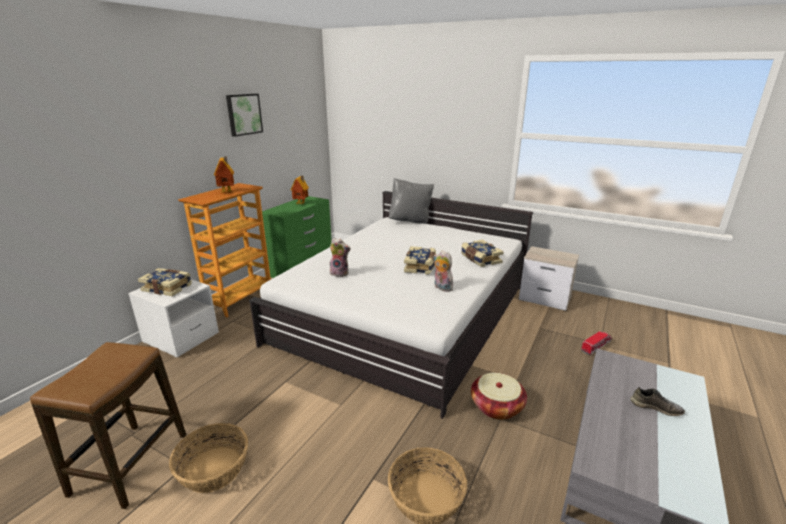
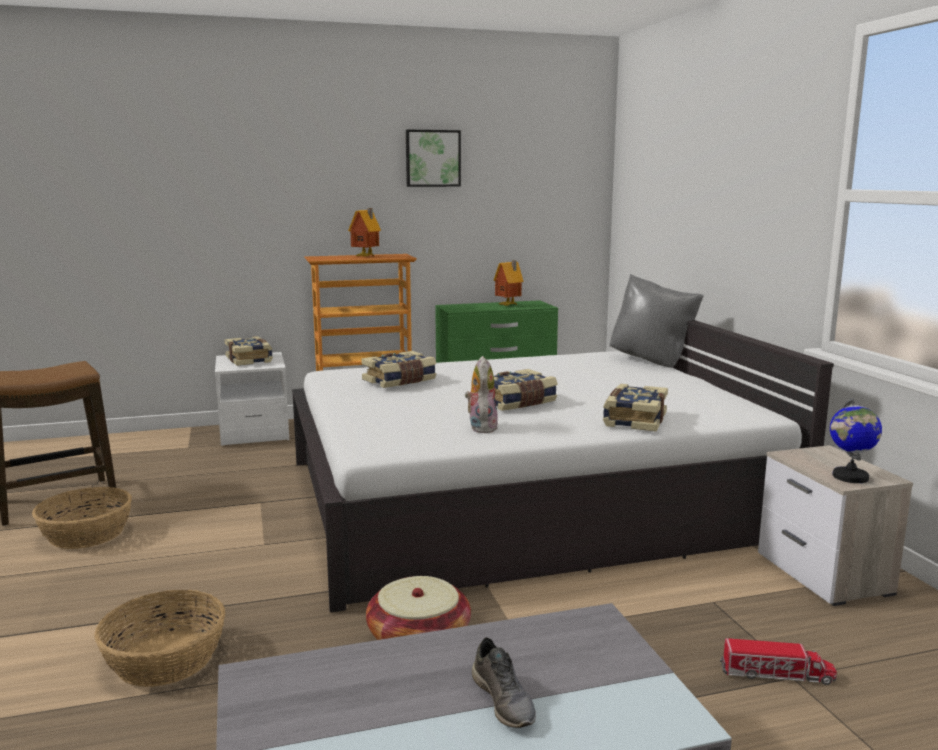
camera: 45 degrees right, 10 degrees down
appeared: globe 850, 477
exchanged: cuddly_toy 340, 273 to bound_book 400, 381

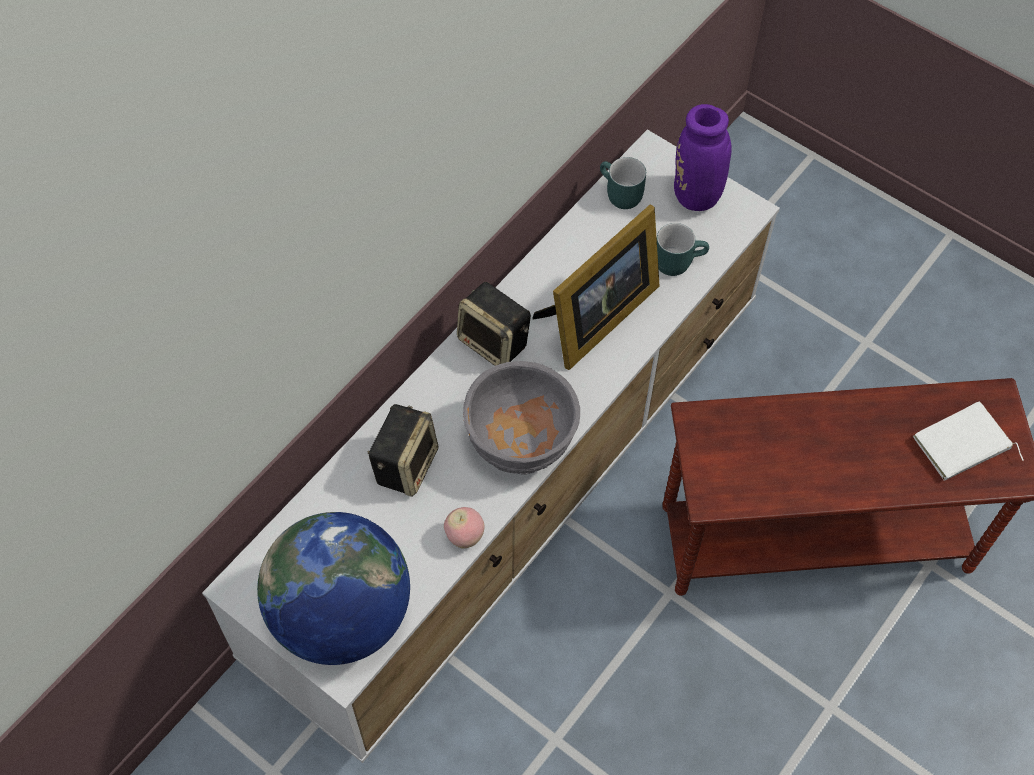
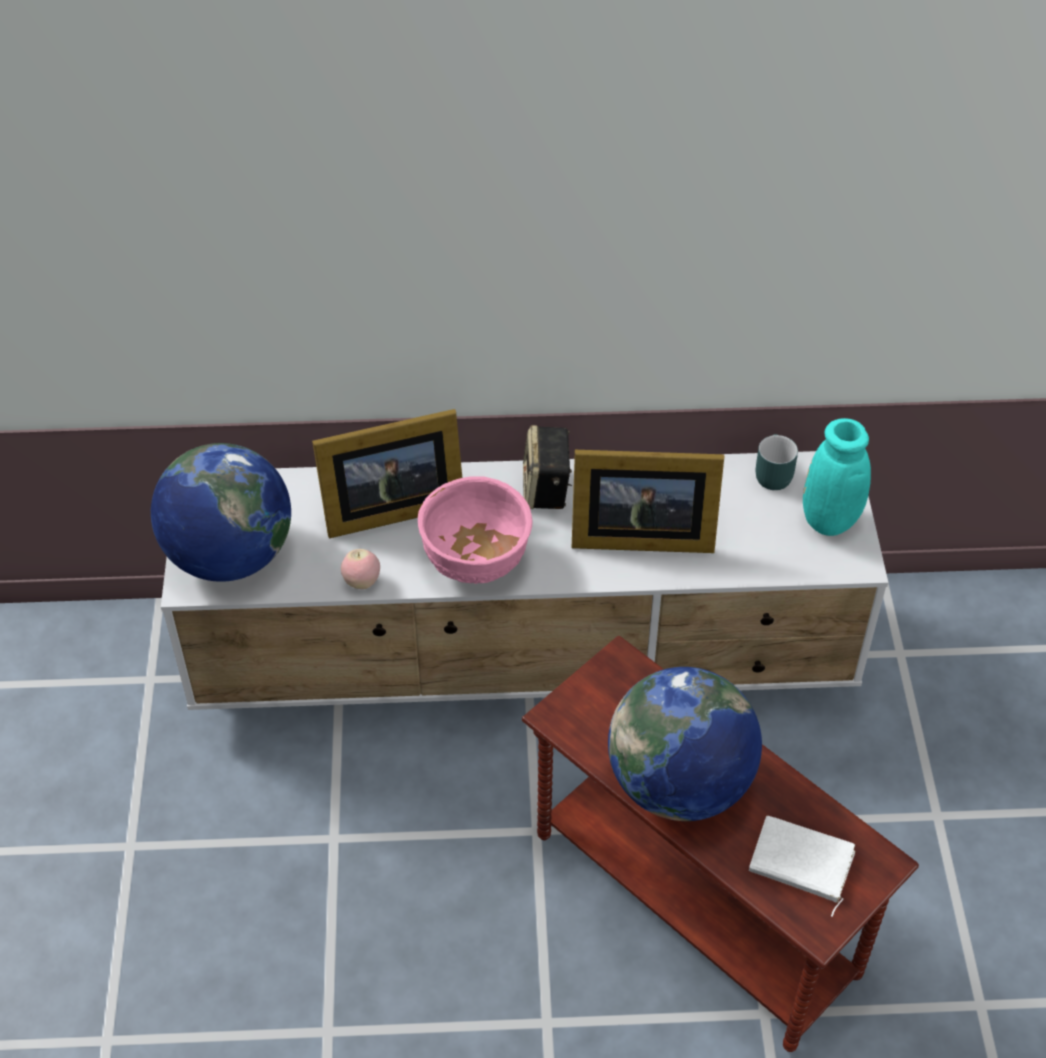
camera: 50 degrees right, 10 degrees down
missing: turquoise-coloured_mug 677, 260
appeared: globe 679, 784
exchanged: audio_speaker 405, 464 to photo_frame 387, 508
colour: gray_deep_dish 521, 443 to pink-coloured_deep_dish 476, 563; purplish_decorative_vase 698, 200 to turquoise-coloured_decorative_vase 827, 525

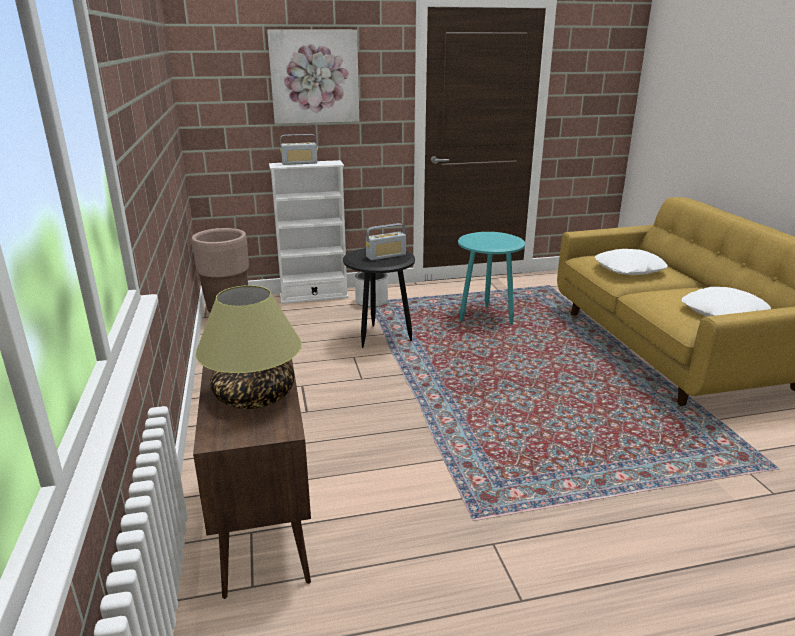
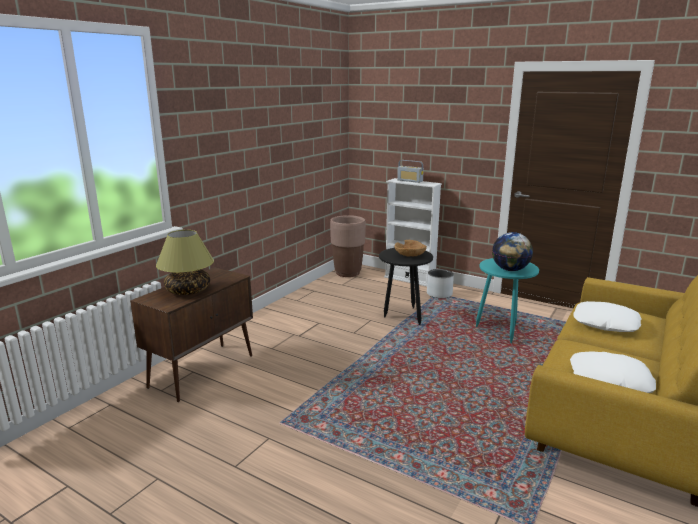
camera: 45 degrees right, 5 degrees down
missing: wall_picture 314, 77
appeared: globe 510, 270
exchanged: radio_set 386, 256 to brownish_deep_dish 410, 255

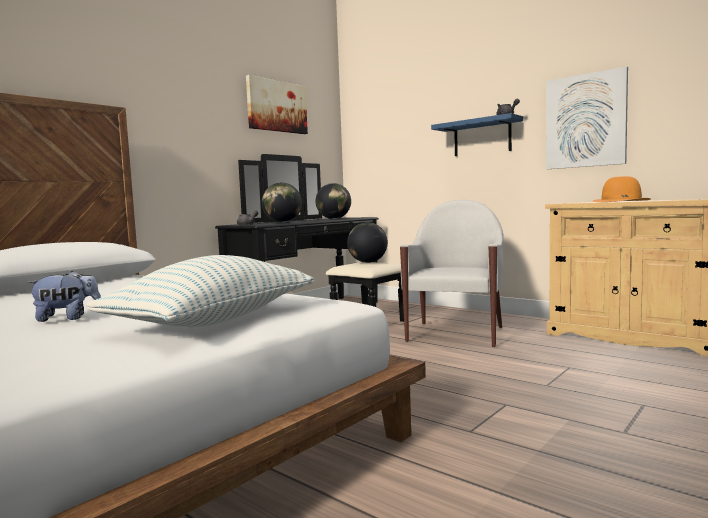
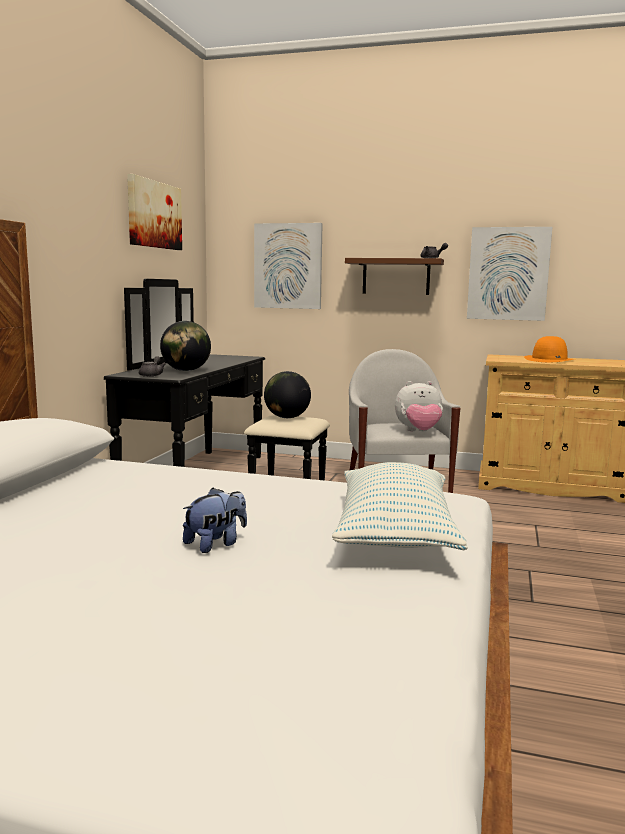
camera: 25 degrees left, 5 degrees up
missing: globe 334, 219
appeared: wall_picture 288, 266; cuddly_toy 418, 432
colour: blue-coloured_wall_shelf 482, 137 to brownish_wall_shelf 396, 276

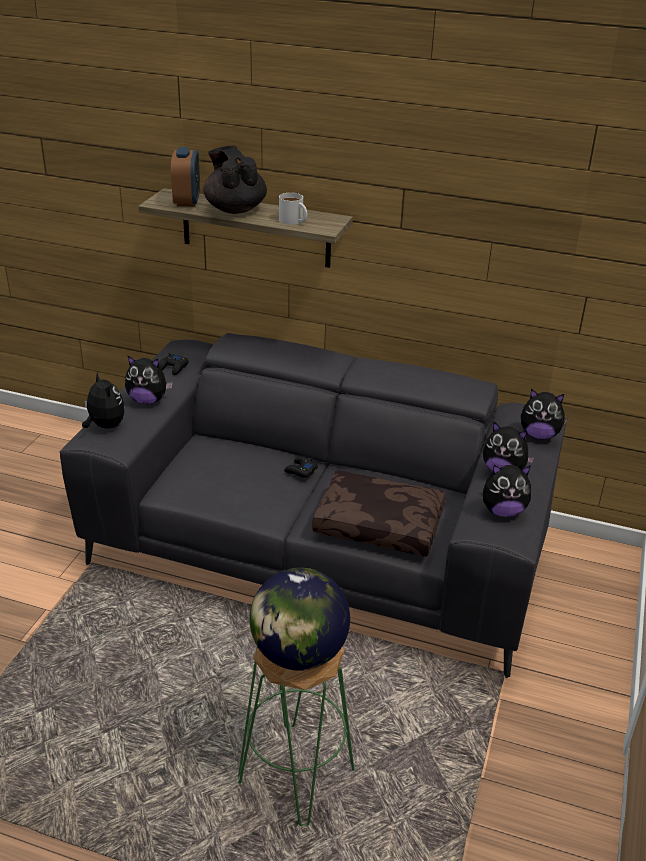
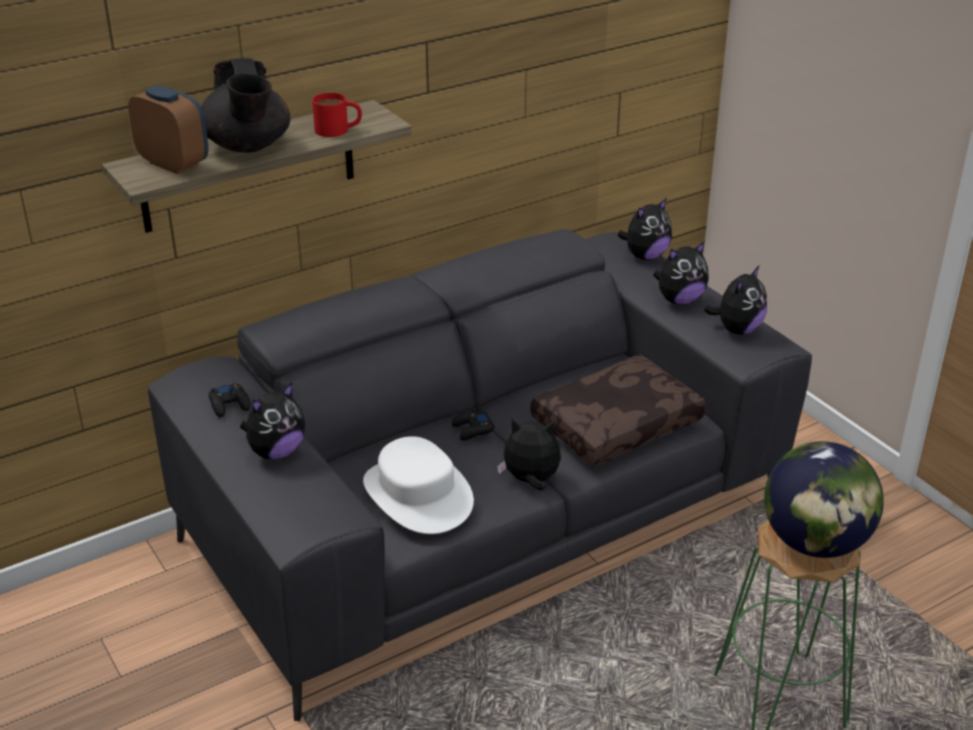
camera: 50 degrees left, 0 degrees up
appeared: whitish_wearable_hat 417, 495
relocated: cuddly_toy 105, 426 to 531, 481
colour: whitish_mug 294, 221 to reddish_mug 338, 130
spun: black-coloured_teapot 235, 209 = 247, 147 120 degrees counterclockwise

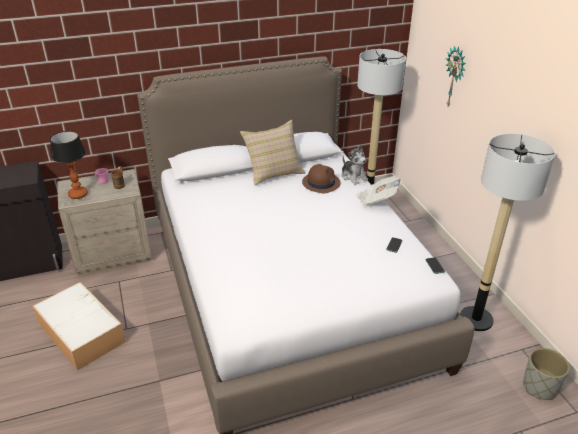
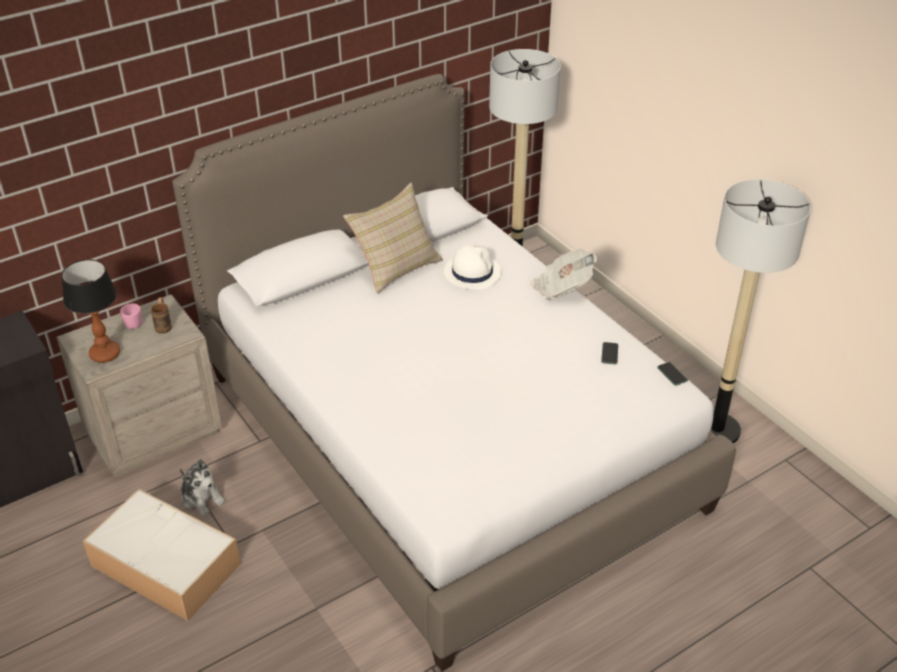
camera: 15 degrees left, 5 degrees up
missing: wall_clock 455, 77; gray_plant_pot 539, 387
relocated: cuddly_toy 353, 176 to 202, 498
colour: brownish_wearable_hat 321, 182 to whitish_wearable_hat 472, 272

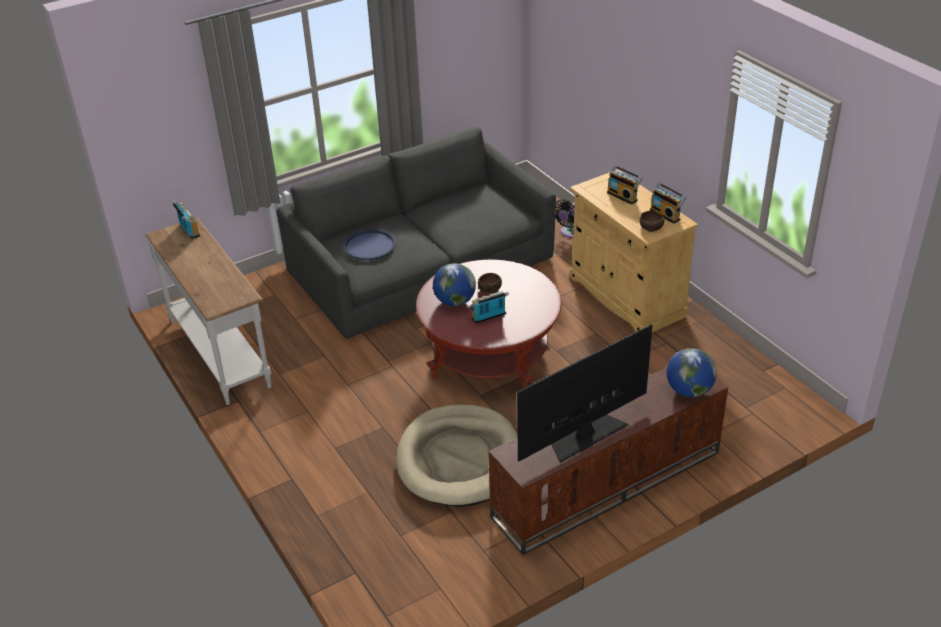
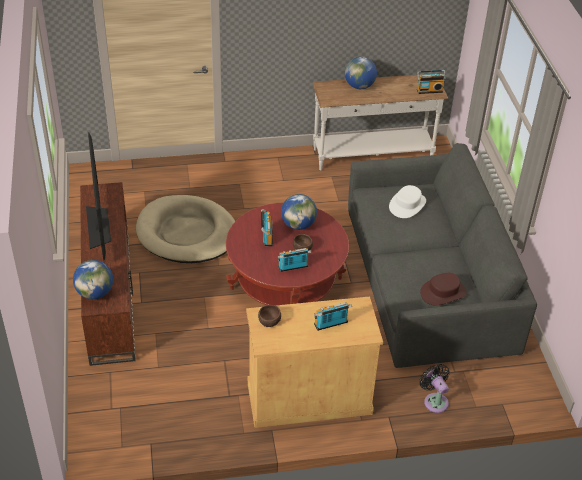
camera: 110 degrees right, 5 degrees up
appeared: globe 359, 86; brownish_wearable_hat 443, 292
relocated: radio_set 666, 214 to 293, 267
exchanged: blue-coloured_carrying_tray 369, 245 to whitish_wearable_hat 407, 205

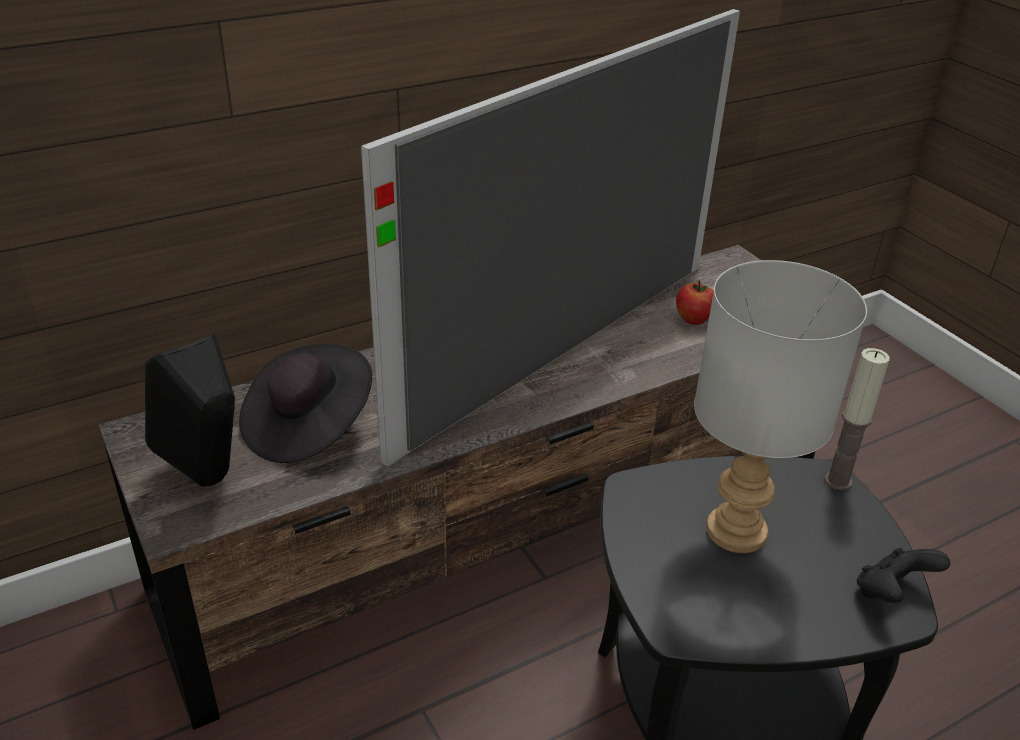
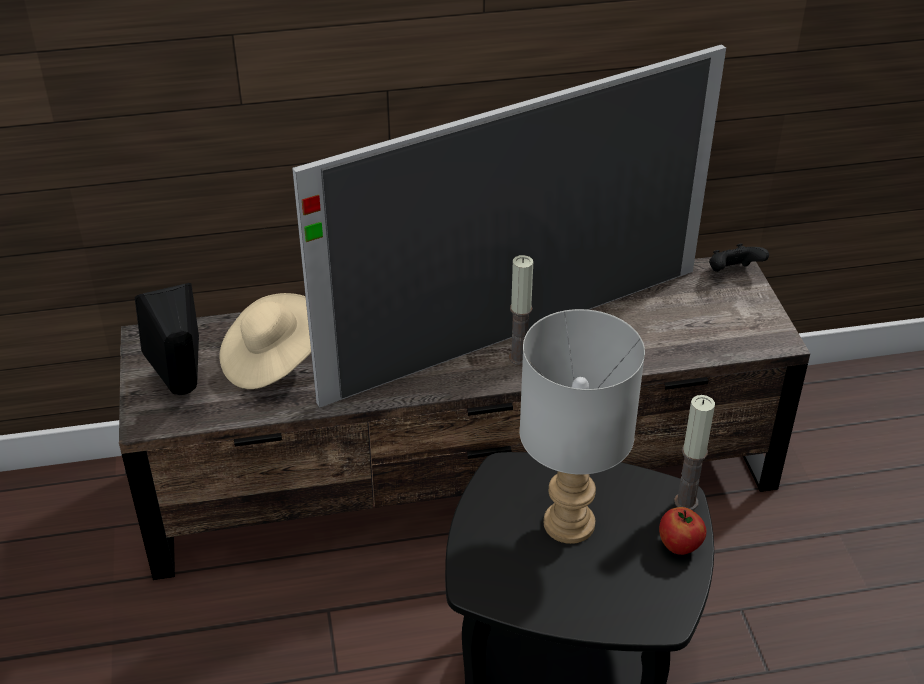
camera: 20 degrees right, 5 degrees up
appeared: wax_light 519, 357
relocated: apple 693, 320 to 679, 546; black-coloured_gamepad 891, 593 to 733, 273
colour: black-coloured_wearable_hat 307, 427 to beige_wearable_hat 273, 361

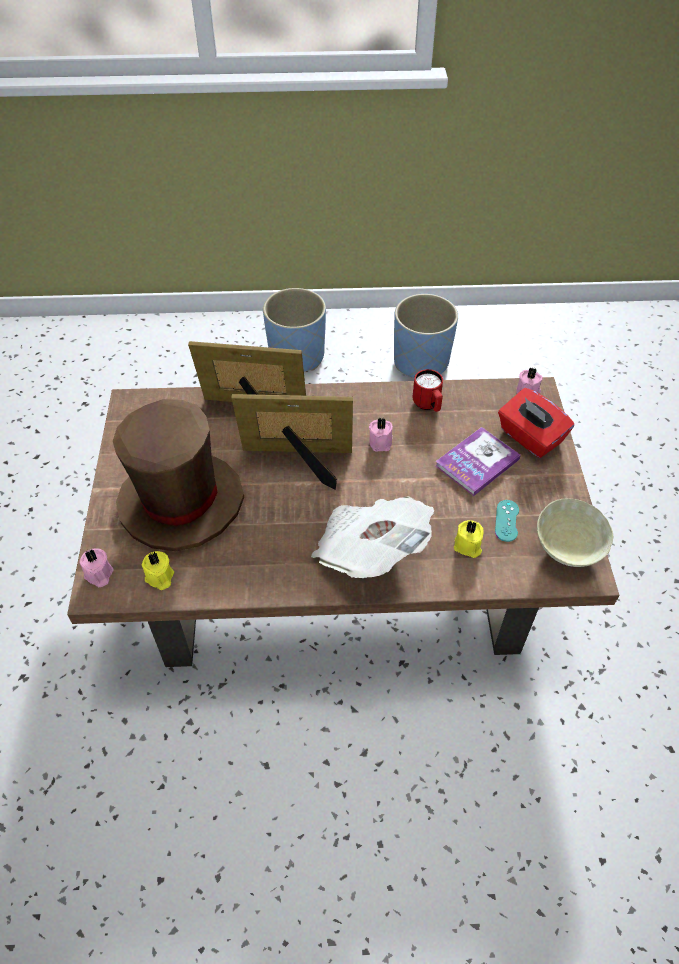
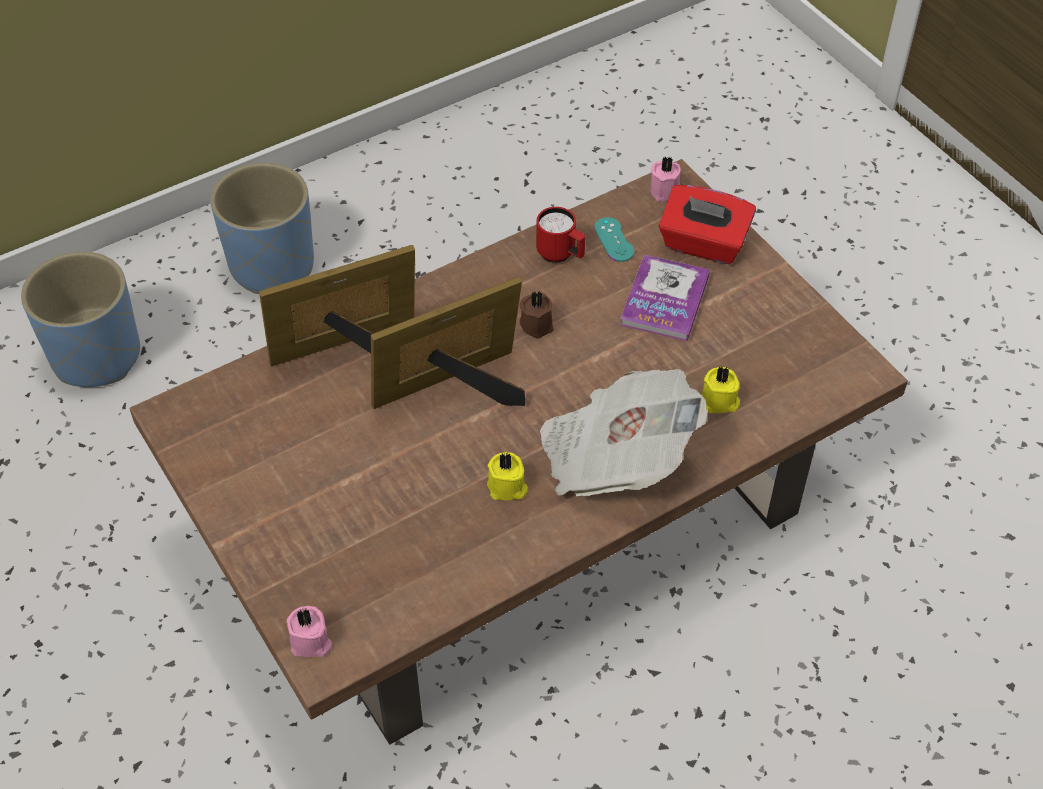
camera: 30 degrees left, 0 degrees up
missing: brownish_wearable_hat 181, 502; beige_deep_dish 565, 550
relocated: blue-coloured_plant_pot 420, 361 to 95, 355; yellowish_wax_light 159, 578 to 507, 488; turquoise-coloured_gamepad 507, 520 to 614, 240
colour: pink-coloured_wax_light 381, 442 to brownish_wax_light 537, 324

